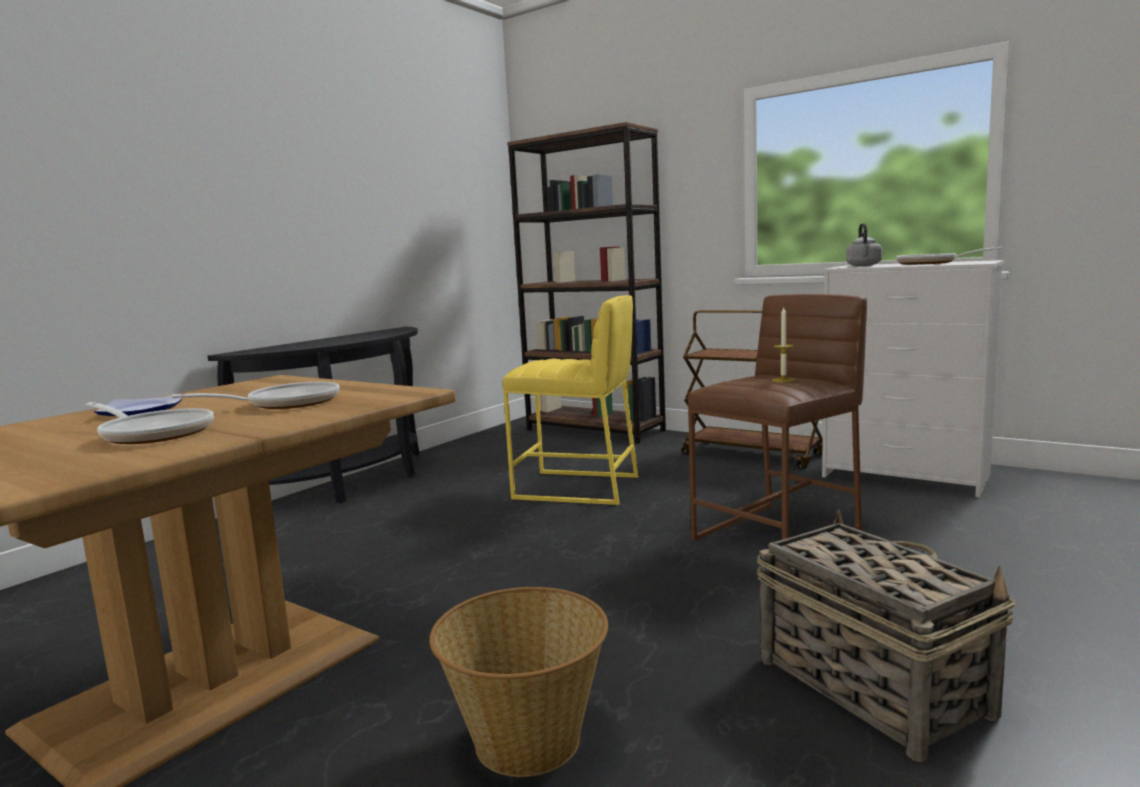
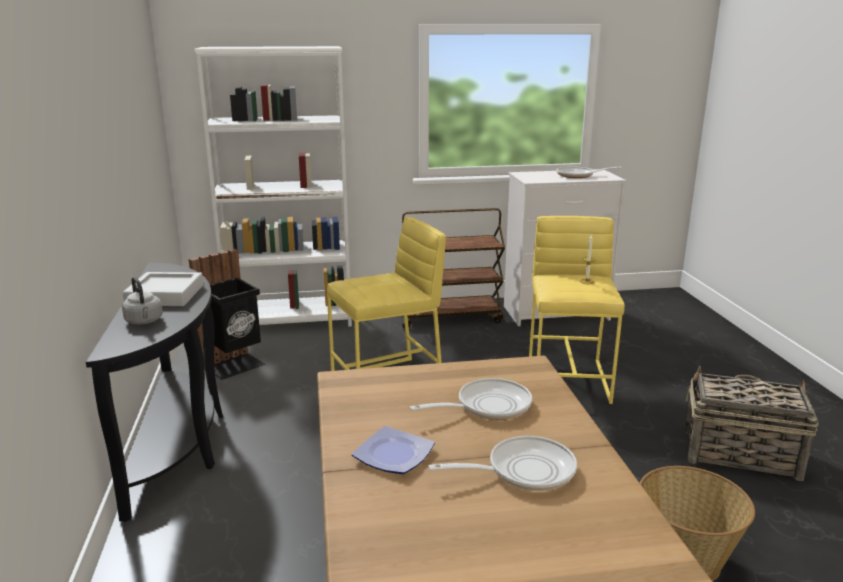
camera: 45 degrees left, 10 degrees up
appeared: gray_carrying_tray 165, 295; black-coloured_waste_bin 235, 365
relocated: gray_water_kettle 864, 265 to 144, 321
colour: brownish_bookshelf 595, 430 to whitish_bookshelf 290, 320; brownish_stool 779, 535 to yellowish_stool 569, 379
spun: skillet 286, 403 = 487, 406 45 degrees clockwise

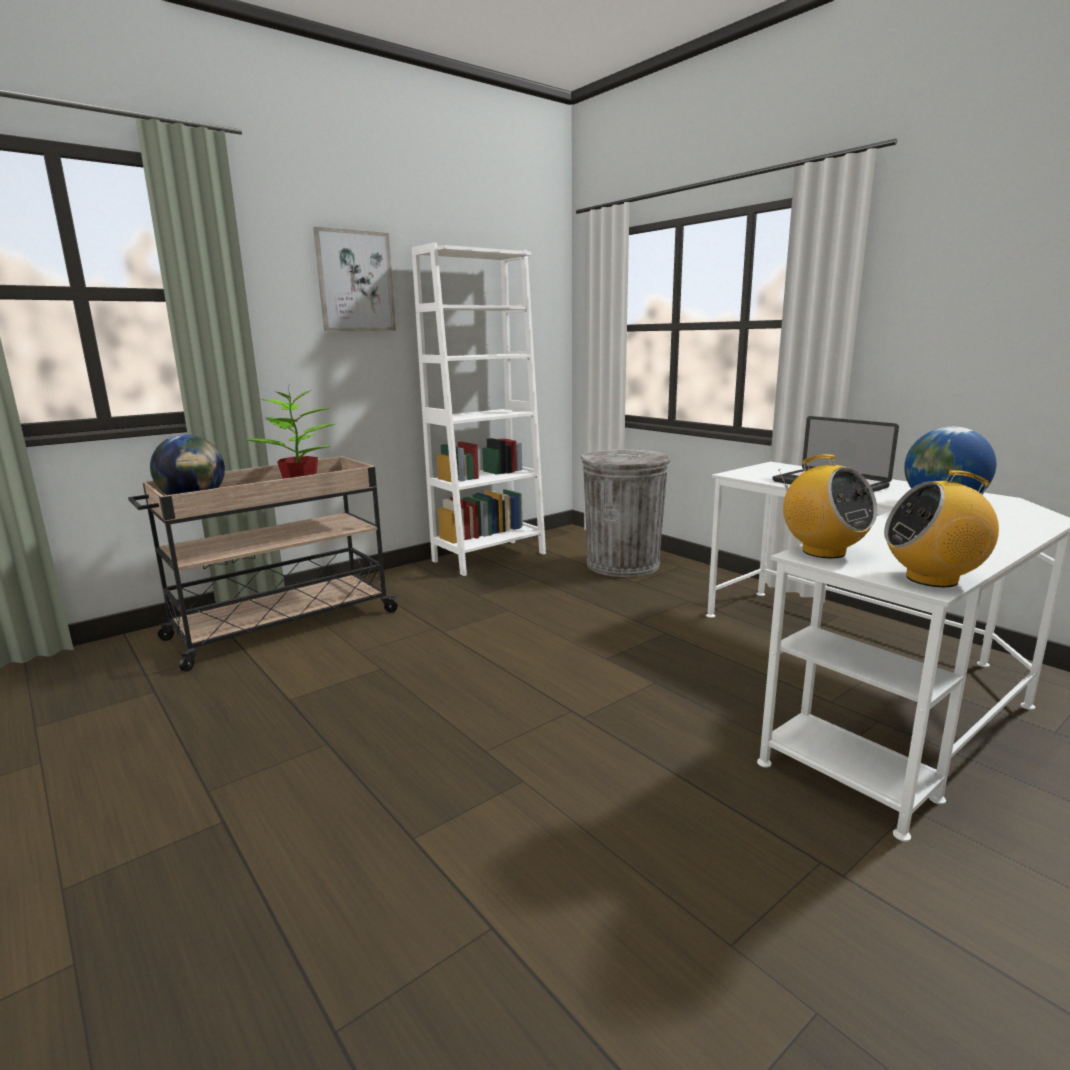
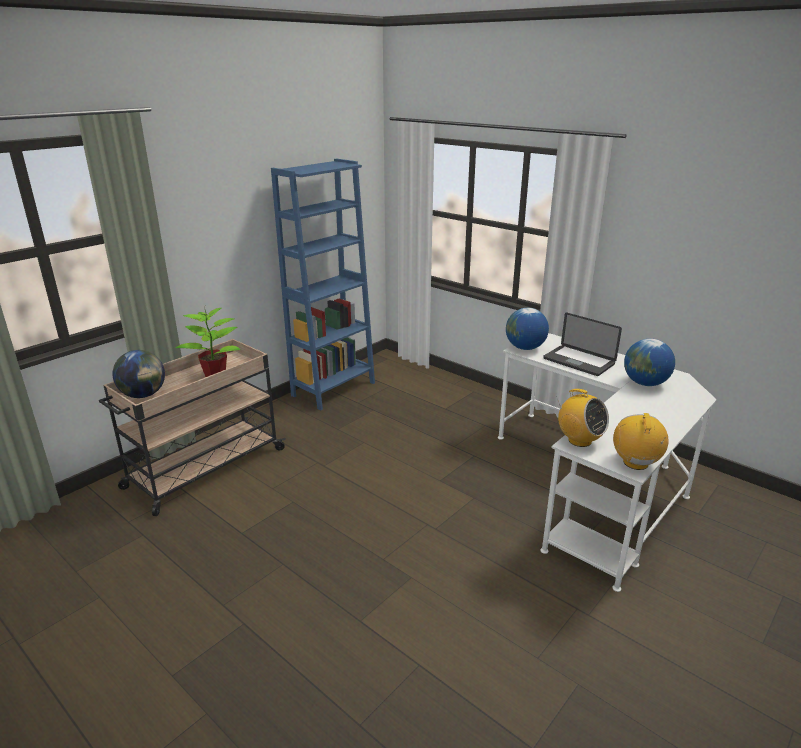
camera: 10 degrees left, 10 degrees up
missing: wall_picture 355, 281; gray_waste_bin 623, 564
appeared: globe 525, 348
colour: whitish_bookshelf 489, 557 to blue-coloured_bookshelf 333, 389
spun: radio_set 932, 579 = 636, 463 105 degrees clockwise

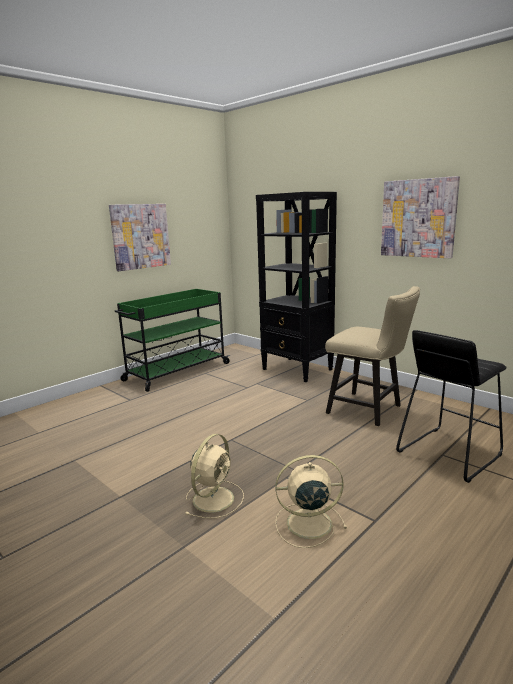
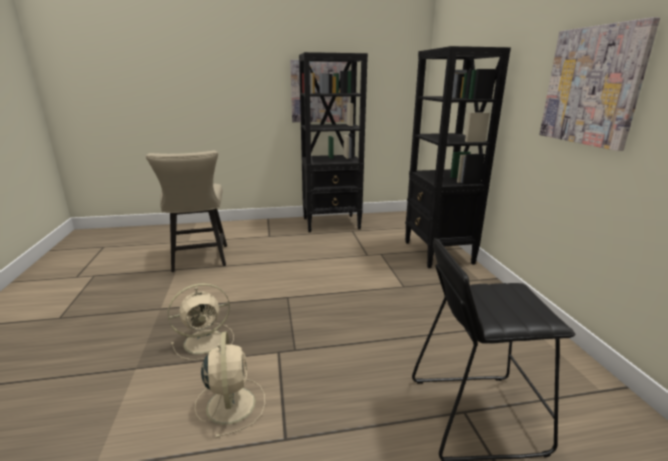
camera: 35 degrees right, 5 degrees up
relocated: beige_plain_chair 369, 410 to 199, 260
exchanged: greenish_cart 176, 372 to black-coloured_bookshelf 332, 223
spun: beige_electric_fan 307, 523 = 231, 403 45 degrees clockwise

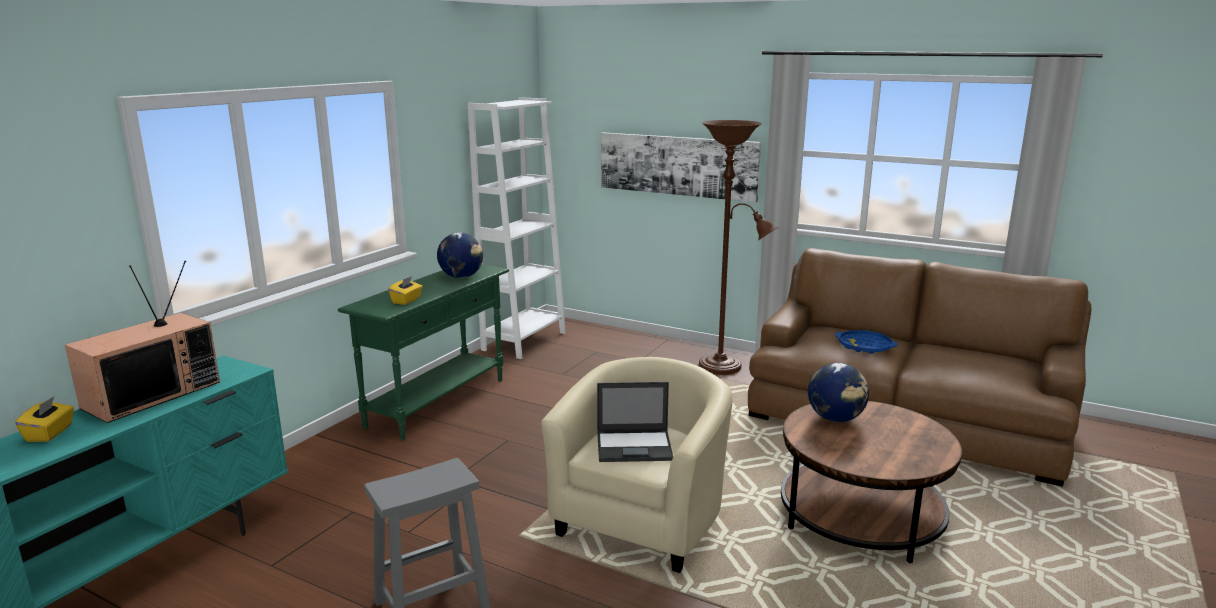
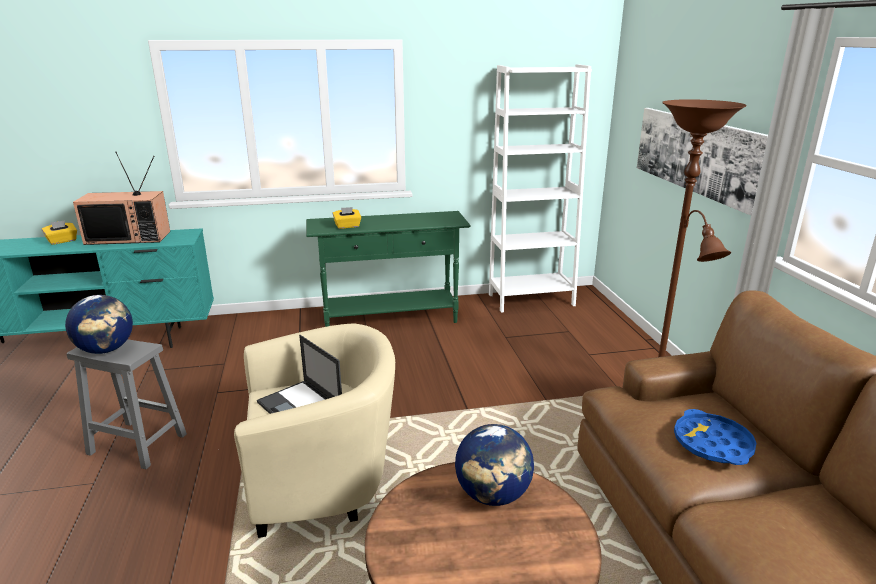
camera: 50 degrees right, 5 degrees up
relocated: globe 461, 277 to 106, 350

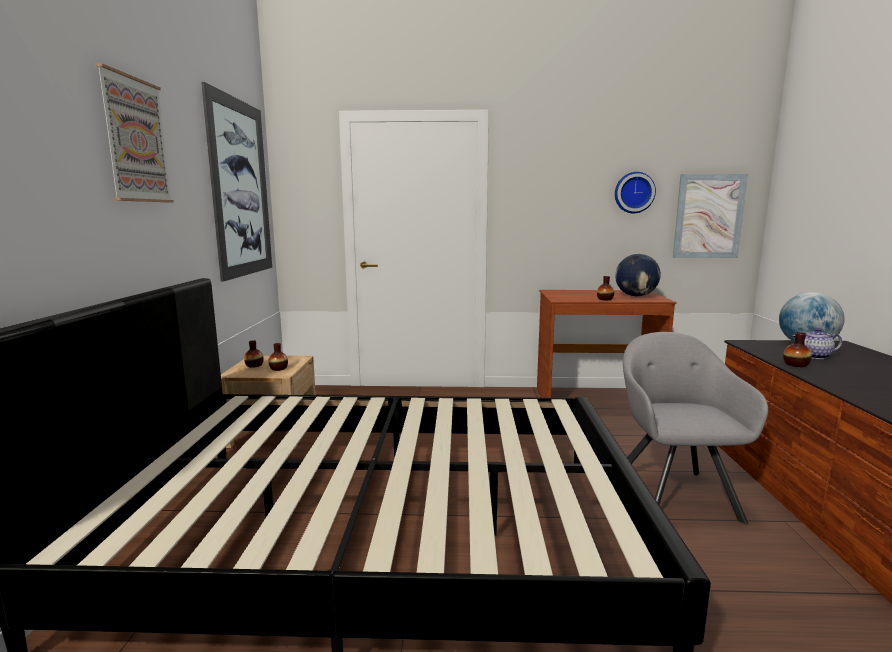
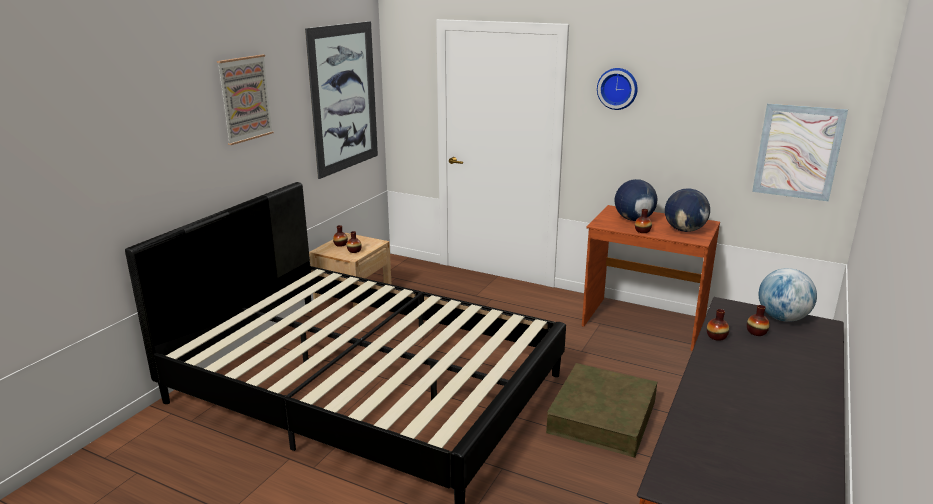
camera: 25 degrees right, 10 degrees up
appeared: globe 633, 219
relocated: wall_clock 633, 192 to 618, 88
exchanged: gray_armchair 672, 492 to brownish_storage_bin 602, 417; teapot 814, 356 to decorative_vase 756, 332

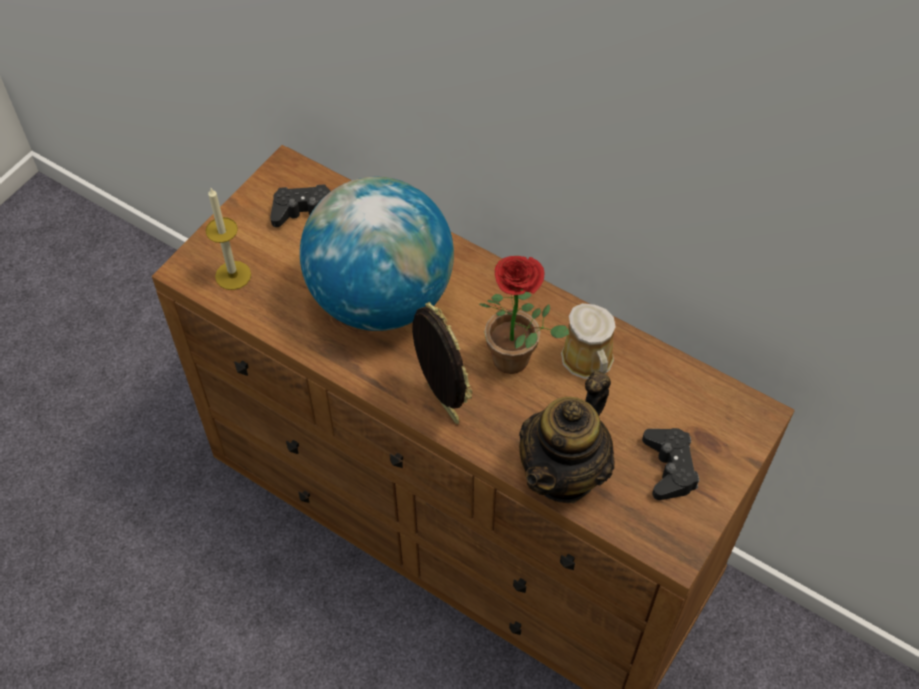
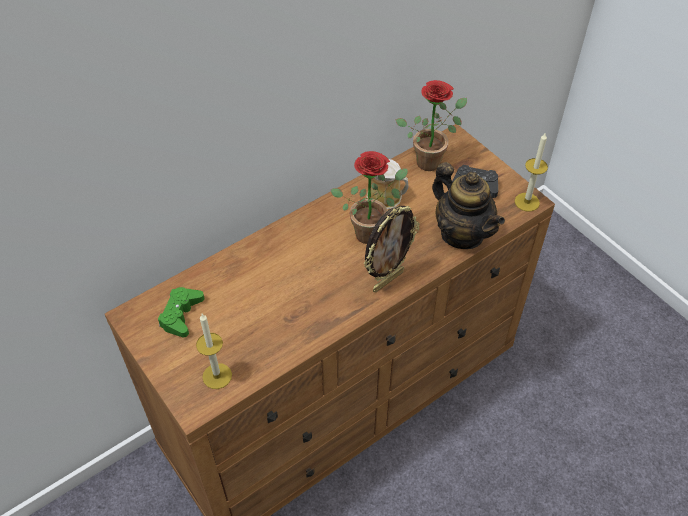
camera: 70 degrees left, 5 degrees down
missing: globe 380, 298
appeared: houseplant 431, 159; wax_light 527, 202
colour: black-coloured_gamepad 304, 212 to greenish_gamepad 181, 315
spun: photo_frame 440, 404 = 387, 280 150 degrees clockwise

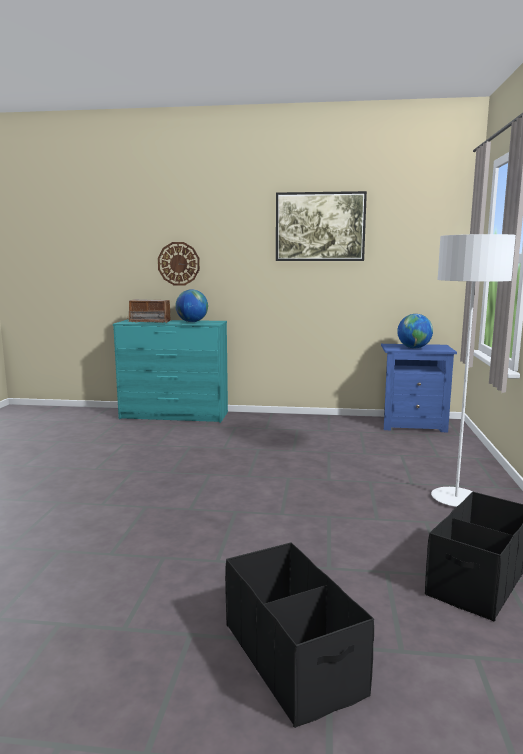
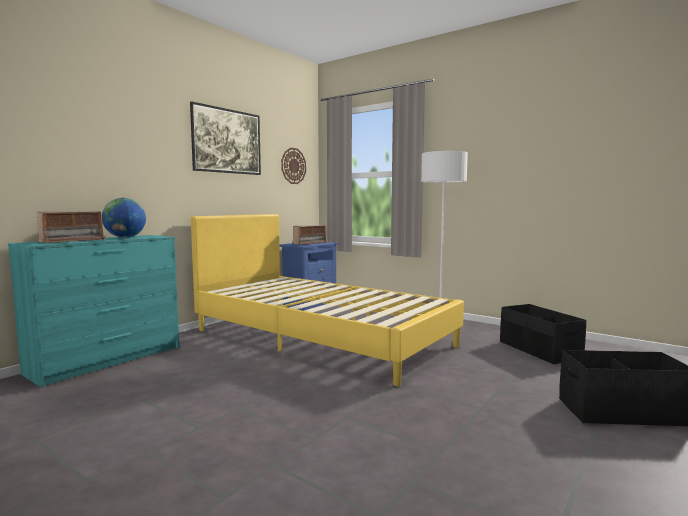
camera: 60 degrees left, 5 degrees down
appeared: yellowish_bedroom_bed 320, 337
relocated: wall_clock 178, 263 to 293, 166
exchanged: globe 414, 348 to radio_set 309, 244

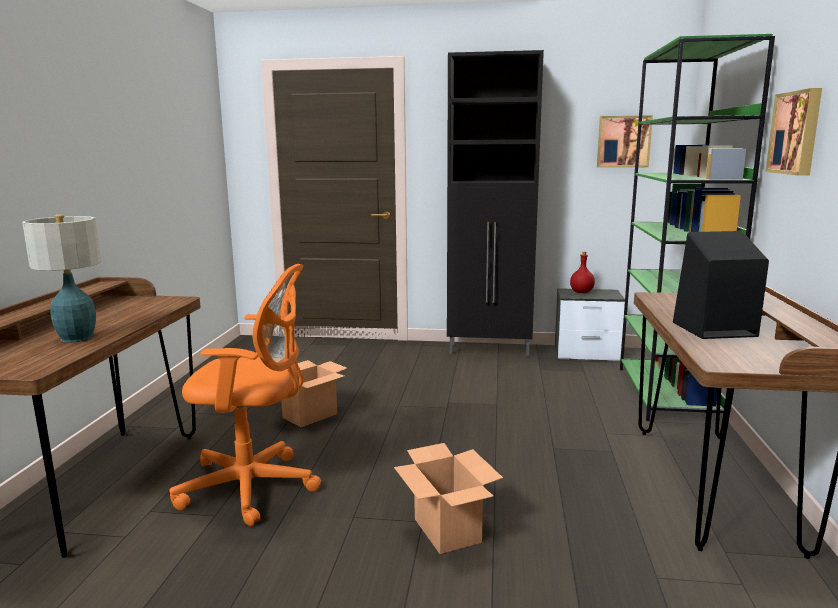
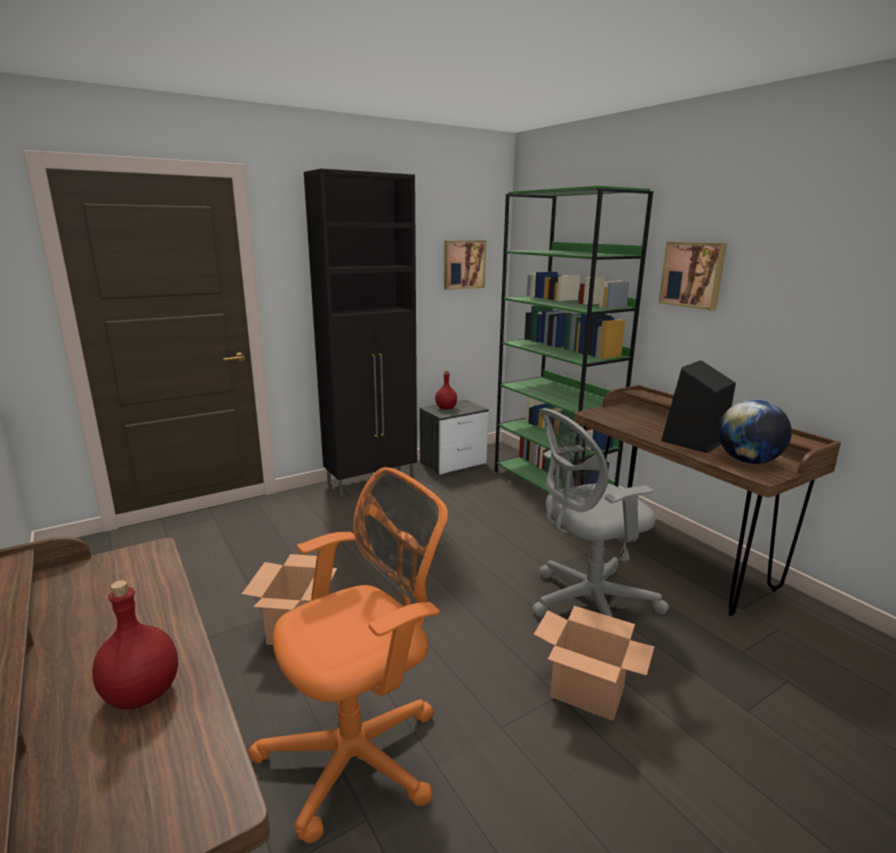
camera: 40 degrees left, 5 degrees up
appeared: gray_computer_chair 586, 602; globe 748, 461
exchanged: tabletop_lamp 76, 338 to reddish_drink_bottle 140, 694

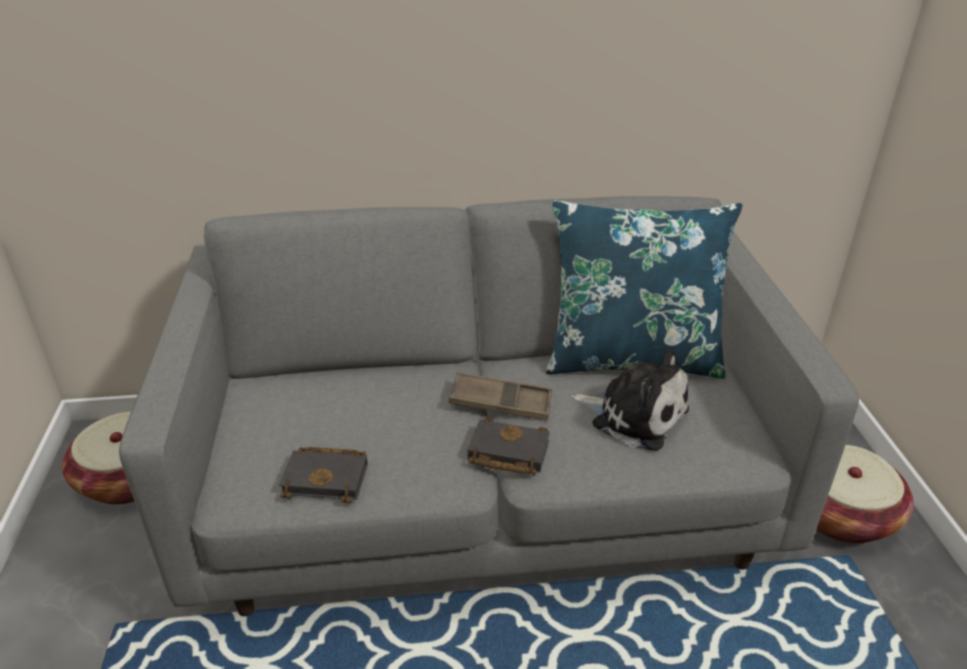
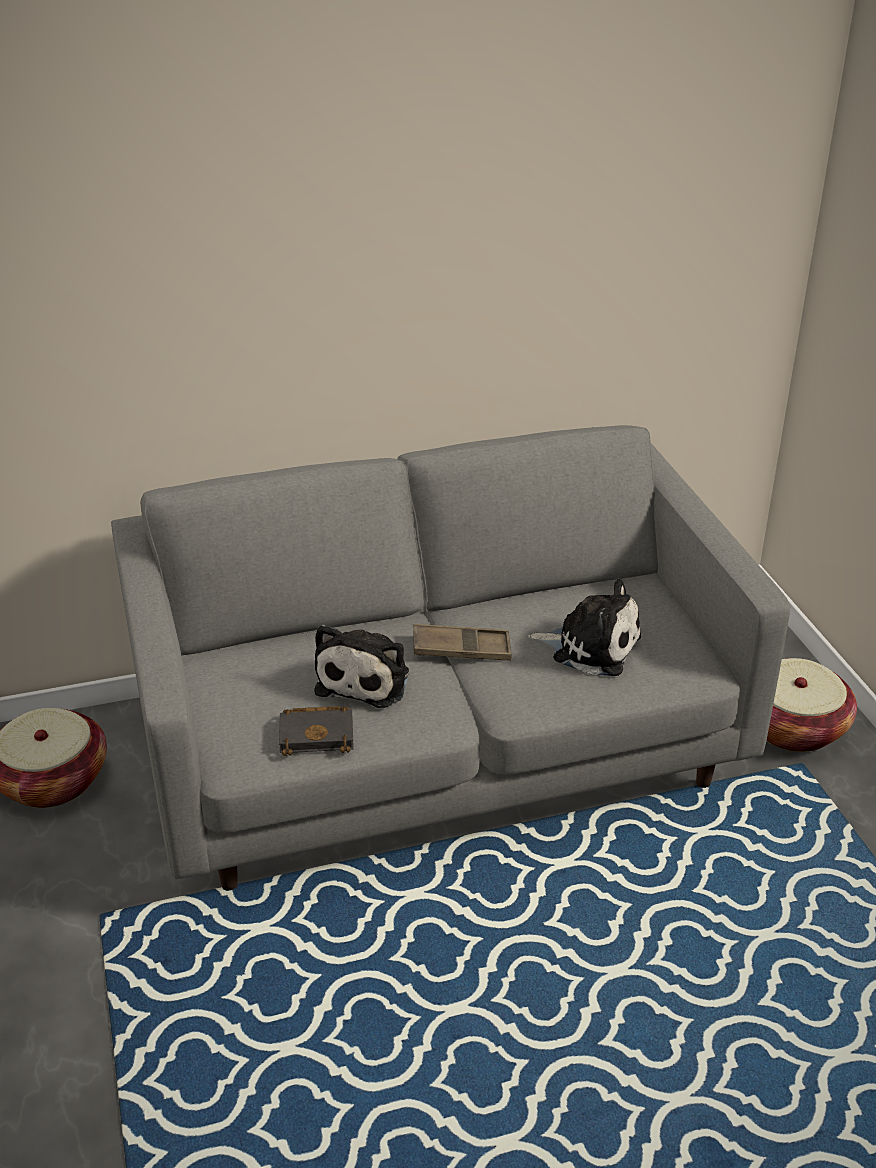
camera: 10 degrees left, 0 degrees up
missing: black-coloured_bound_book 506, 453; blue-coloured_cushion 632, 358
appeared: cuddly_toy 366, 679

